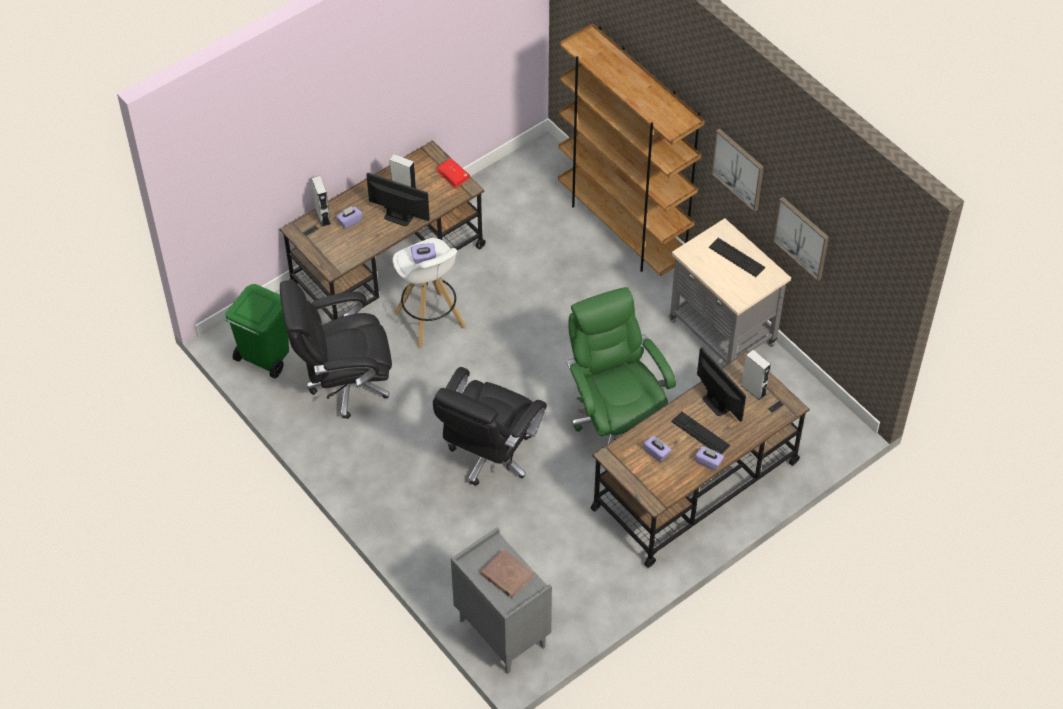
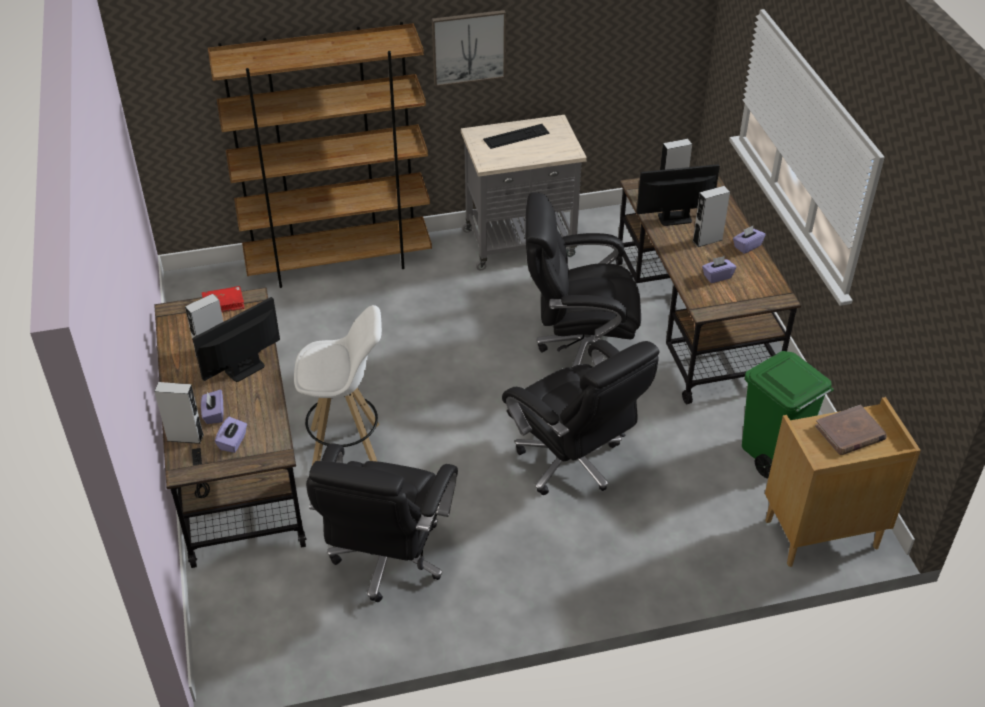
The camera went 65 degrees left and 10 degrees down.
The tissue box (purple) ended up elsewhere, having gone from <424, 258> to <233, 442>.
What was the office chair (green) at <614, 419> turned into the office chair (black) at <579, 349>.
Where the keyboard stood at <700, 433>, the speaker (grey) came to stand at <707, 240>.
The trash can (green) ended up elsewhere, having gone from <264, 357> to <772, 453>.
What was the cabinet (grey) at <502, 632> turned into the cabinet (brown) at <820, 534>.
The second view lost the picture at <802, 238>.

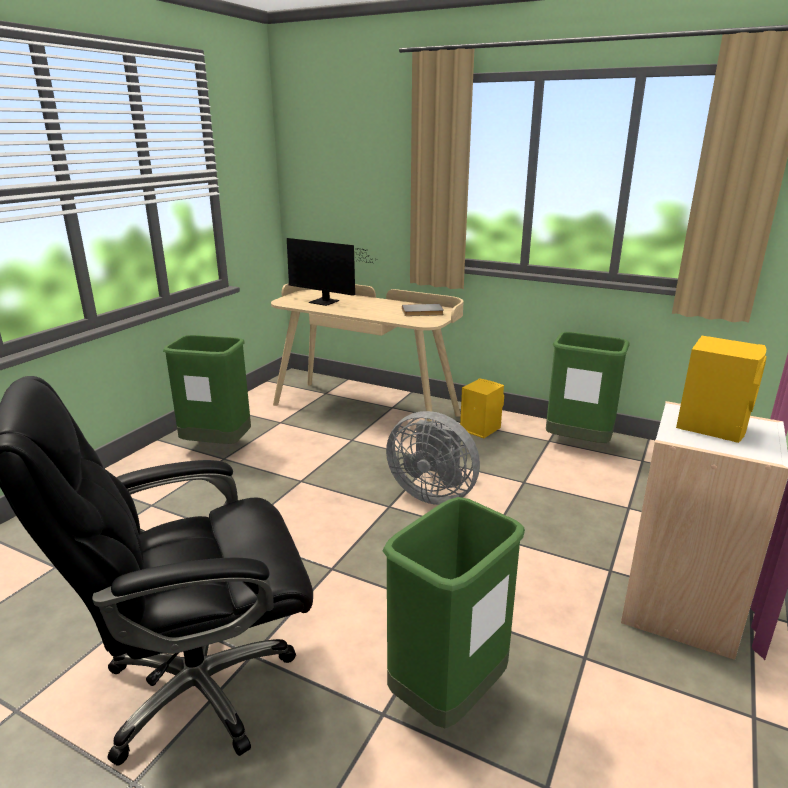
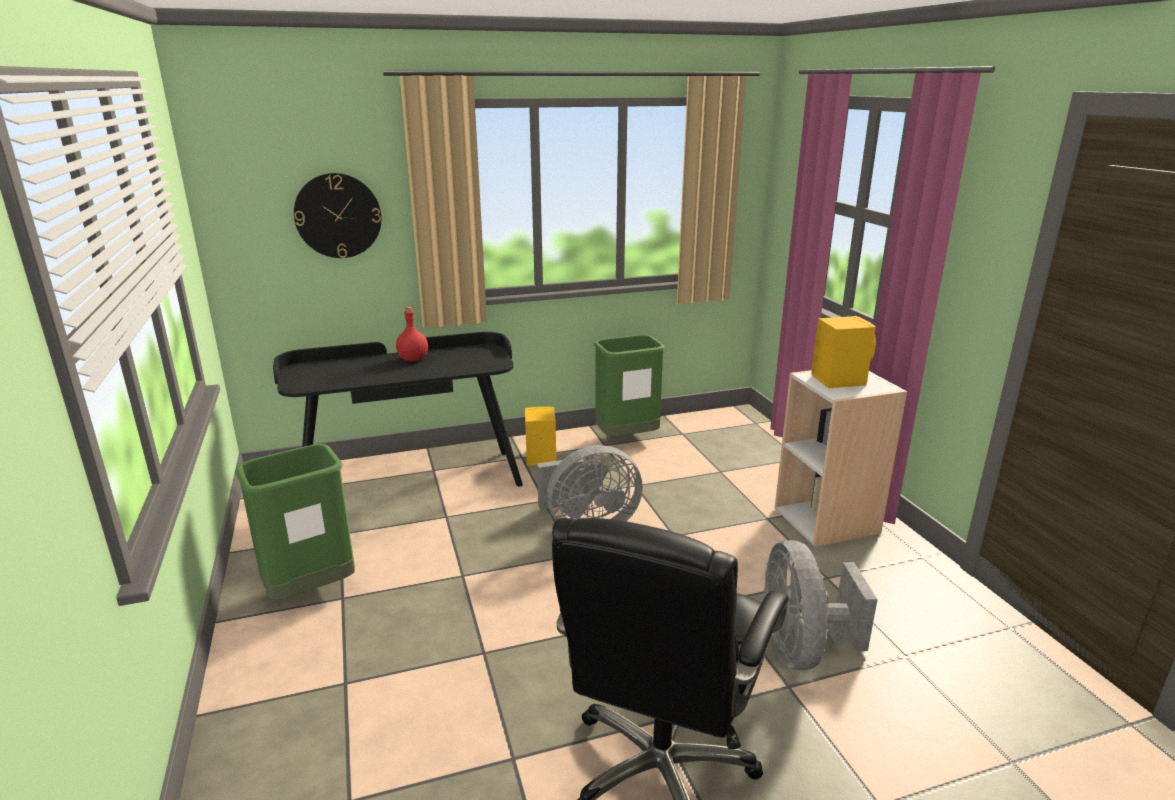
The camera went 45 degrees left and 0 degrees up.
What was the desk (beige) at <366, 409> turned into the desk (black) at <410, 482>.
The second view gained the wall clock at <338, 216>.
The second view gained the bottle (red) at <414, 359>.
Where the trash can (green) stood at <448, 696>, the fan (grey) came to stand at <802, 649>.
The second view lost the monitor at <326, 302>.
The second view lost the book (grey) at <422, 312>.

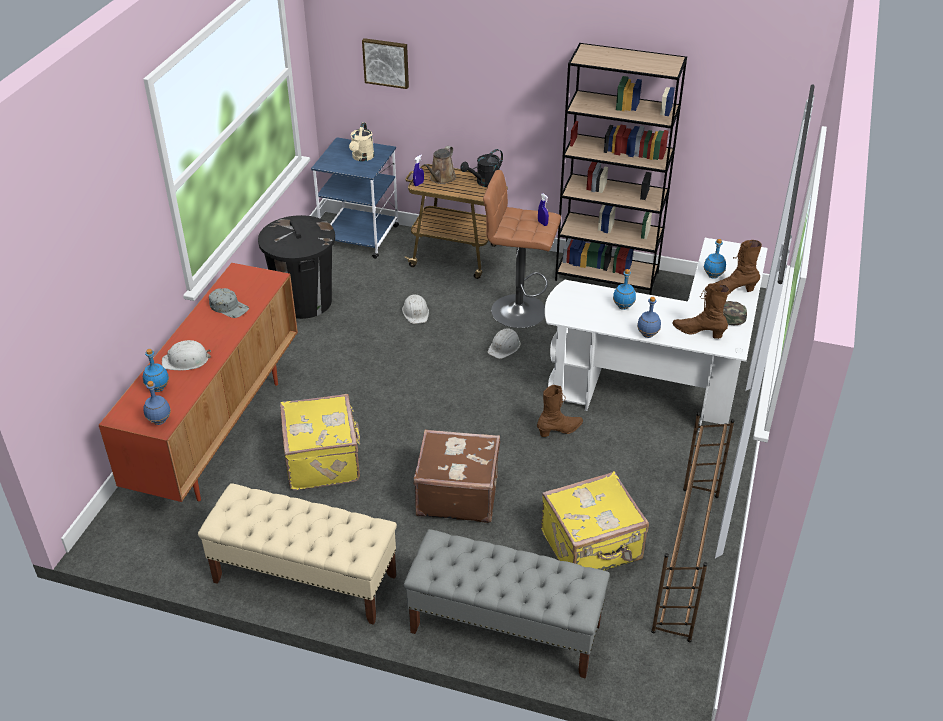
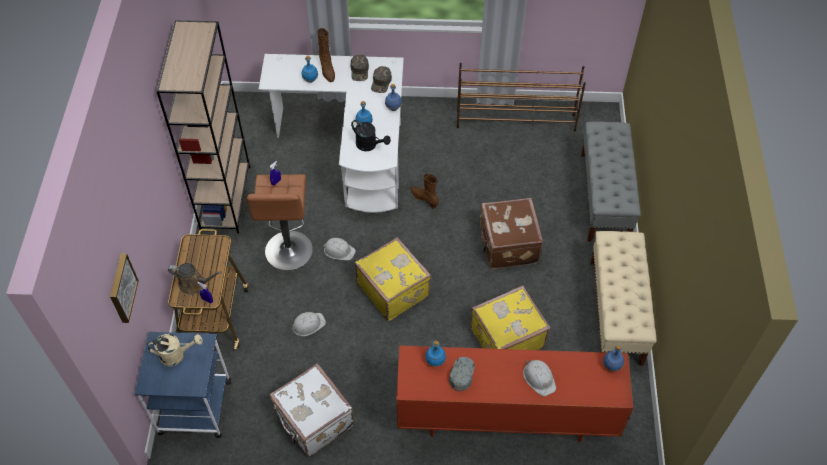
The camera went 105 degrees left and 15 degrees up.
Where the trash can (black) stood at <304, 302>, the suitcase (white) came to stand at <313, 421>.
The watering can (black) ended up elsewhere, having gone from <484, 183> to <369, 145>.
The suitcase (yellow) ended up elsewhere, having gone from <592, 547> to <394, 289>.
Where the boot (brown) stood at <698, 332>, the cap (green) came to stand at <381, 82>.
The bottle (blue) ended up elsewhere, having gone from <158, 388> to <435, 362>.

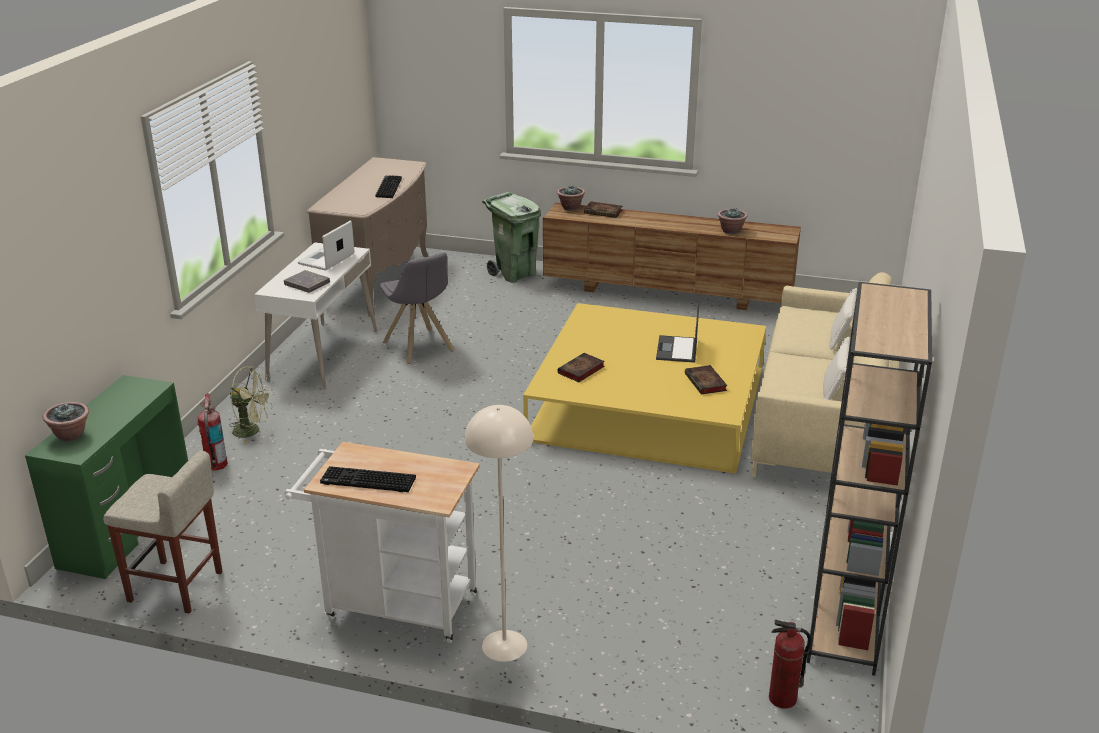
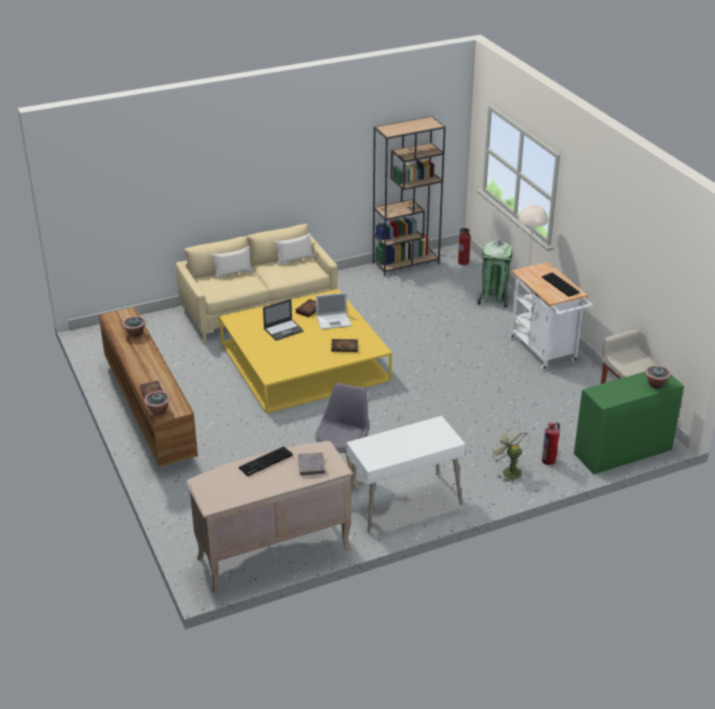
The camera went 130 degrees left and 5 degrees up.
The book (grey) ended up elsewhere, having gone from <307, 284> to <311, 466>.
The laptop ended up elsewhere, having gone from <326, 259> to <334, 321>.
The trash can (green) ended up elsewhere, having gone from <514, 274> to <493, 299>.

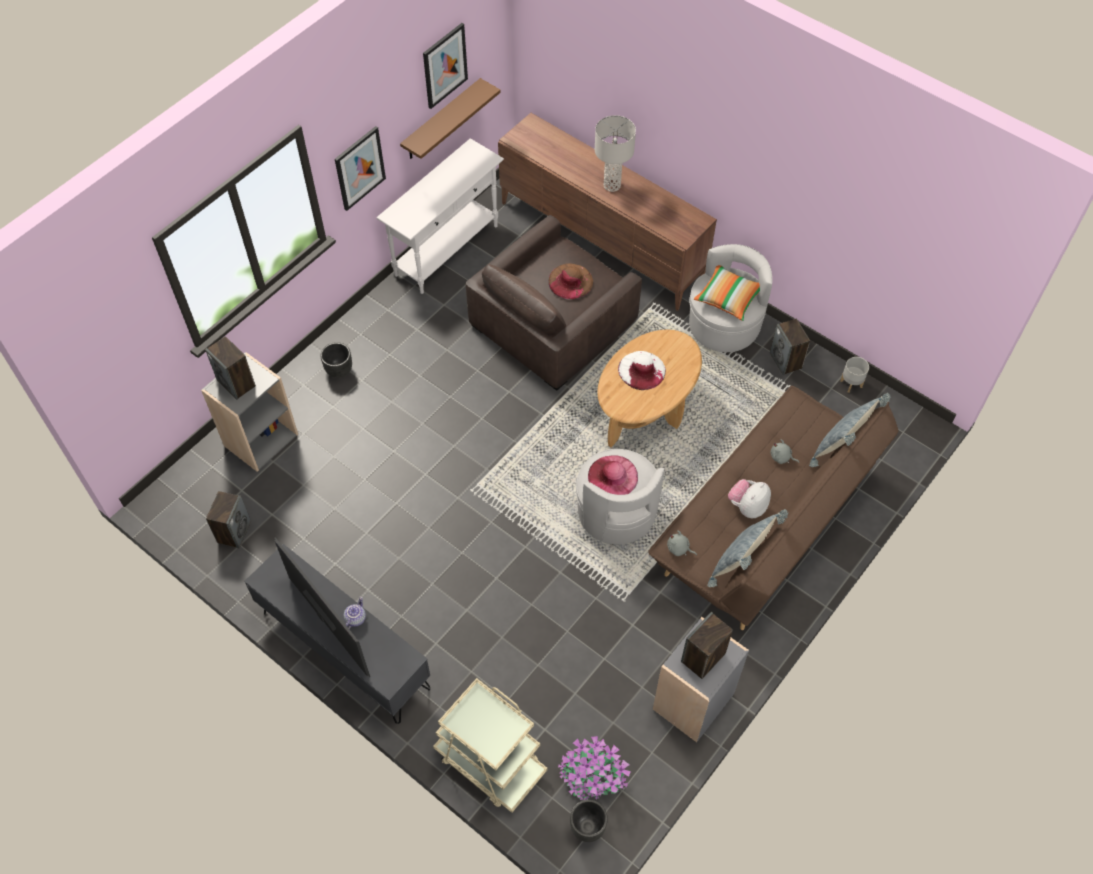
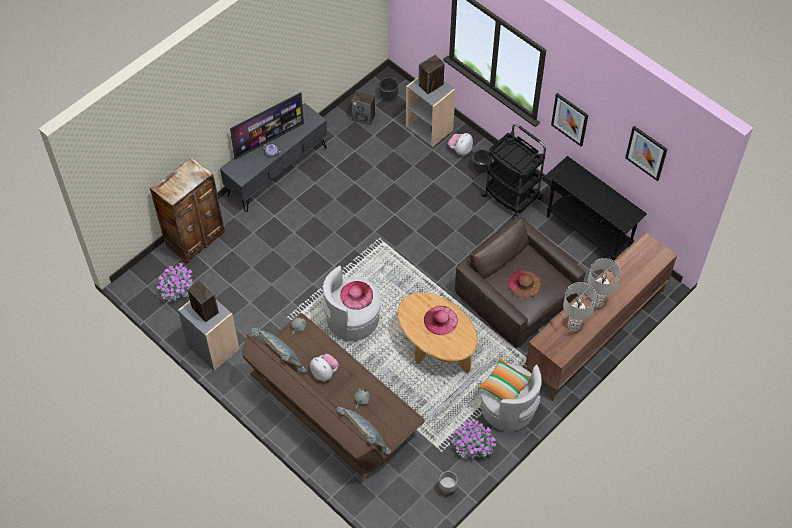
The camera went 95 degrees right and 0 degrees up.
Where the cart (beige) stood at <490, 762>, the cabinet (brown) came to stand at <196, 239>.
The planter (black) ended up elsewhere, having gone from <587, 827> to <388, 96>.
What was the hat (white) at <641, 370> turned into the hat (pink) at <440, 320>.
The second view gained the plush toy at <460, 150>.
Where the speaker stood at <786, 361>, the potted plant came to stand at <472, 446>.
The second view gained the cart (black) at <511, 197>.
What was the console table (white) at <447, 250> turned into the console table (black) at <588, 233>.
The second view gained the table lamp (white) at <574, 325>.
The second view lost the shelf (brown) at <441, 120>.

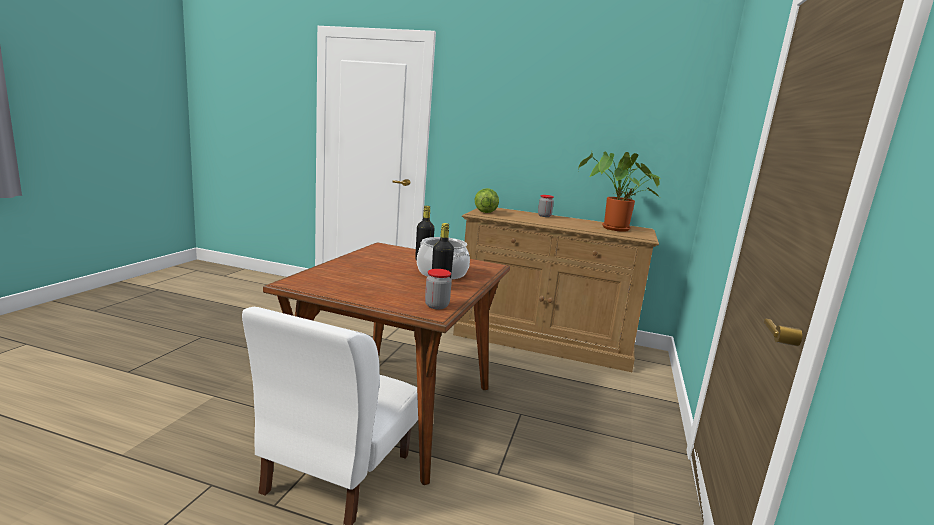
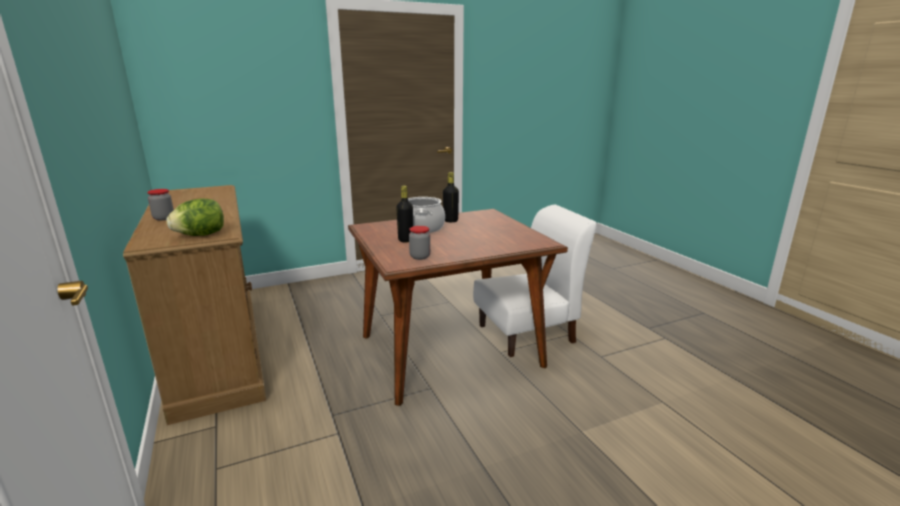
The camera went 130 degrees left and 5 degrees up.
The jar ended up elsewhere, having gone from <436, 306> to <420, 257>.
The second view lost the potted plant at <613, 229>.

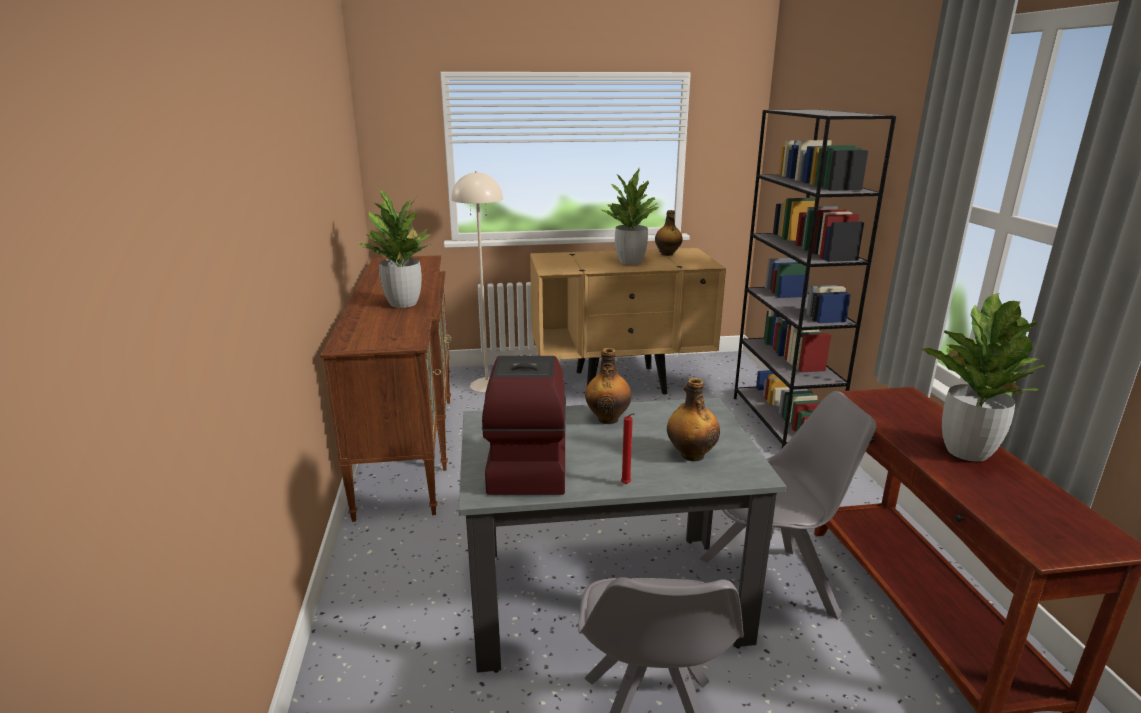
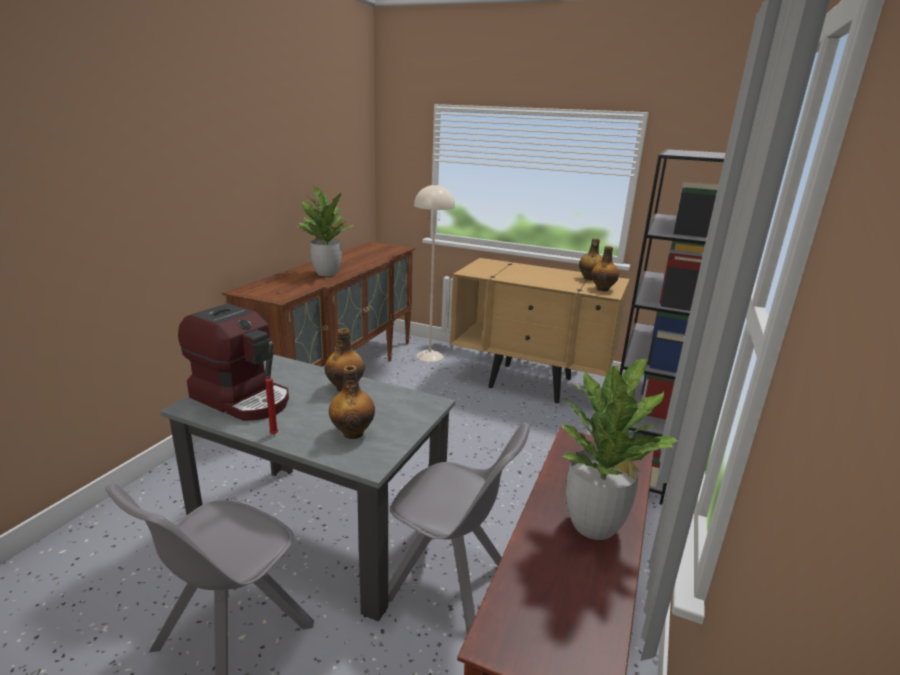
The camera went 30 degrees right and 0 degrees up.
The coffee machine at <527, 464> ended up facing another way, 90 degrees clockwise from before.
The second view gained the bottle at <603, 289>.
The second view lost the potted plant at <630, 262>.

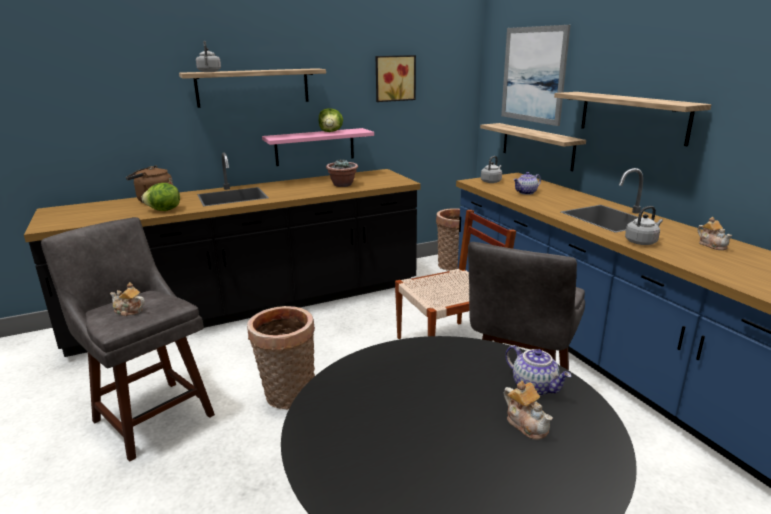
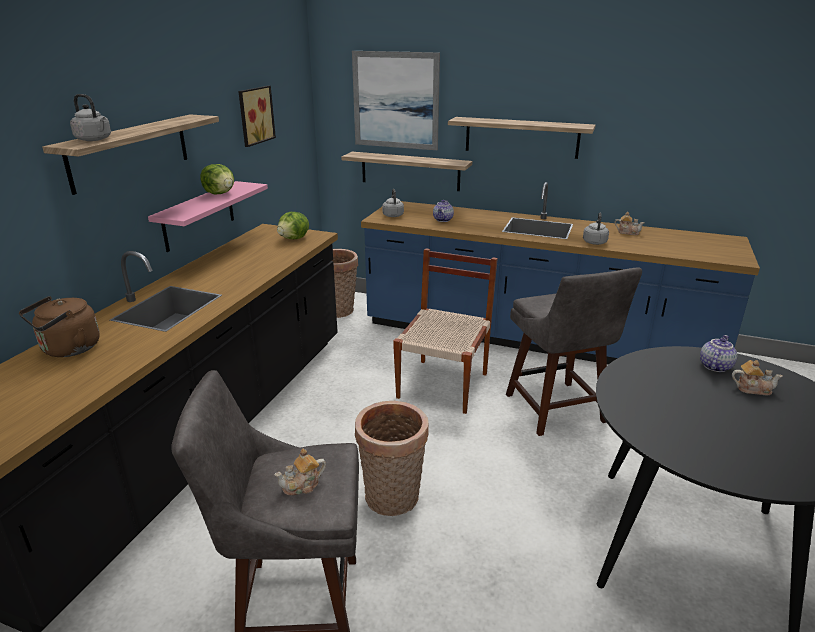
The camera went 45 degrees left and 5 degrees up.
The lettuce ended up elsewhere, having gone from <164, 210> to <294, 239>.
The teapot at <535, 387> ended up facing another way, 60 degrees counterclockwise from before.
The second view lost the potted plant at <343, 185>.

